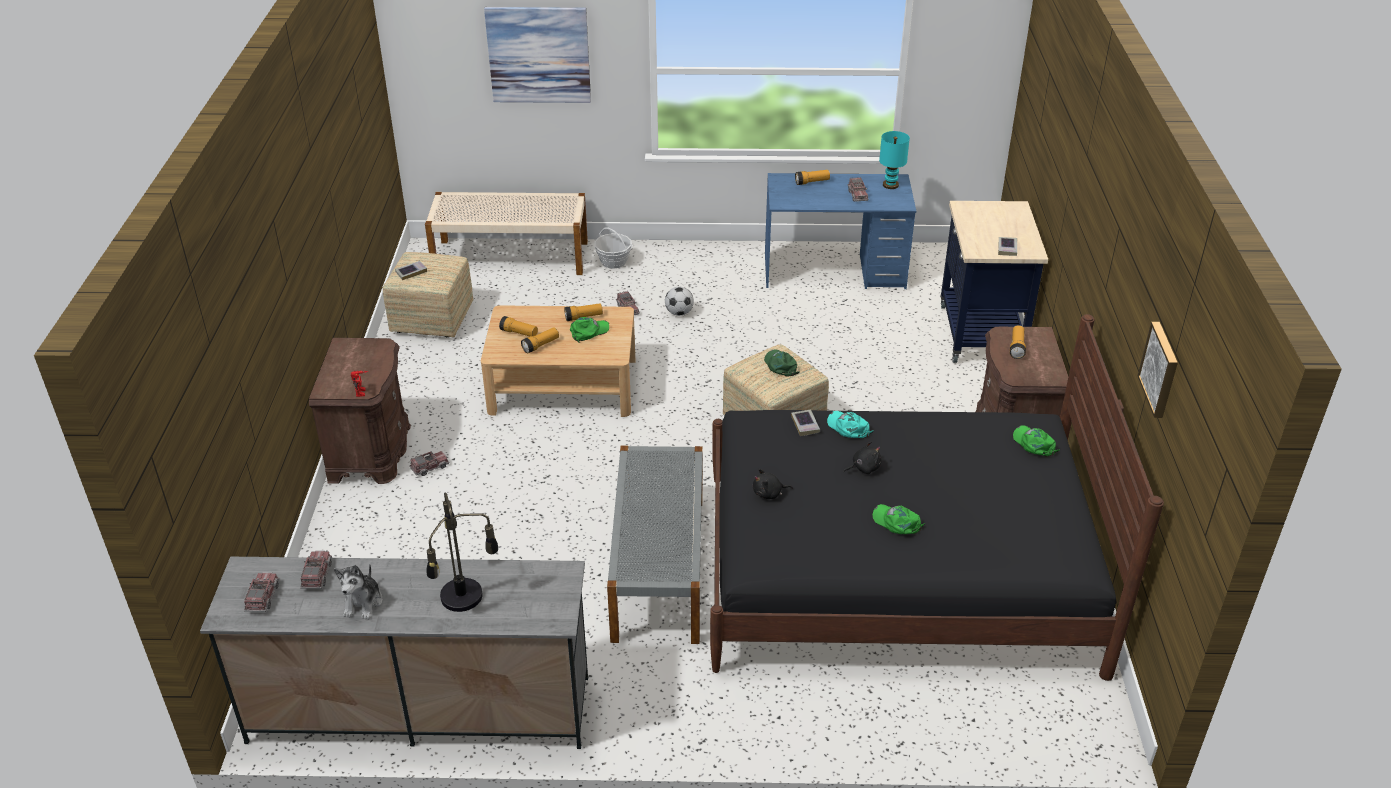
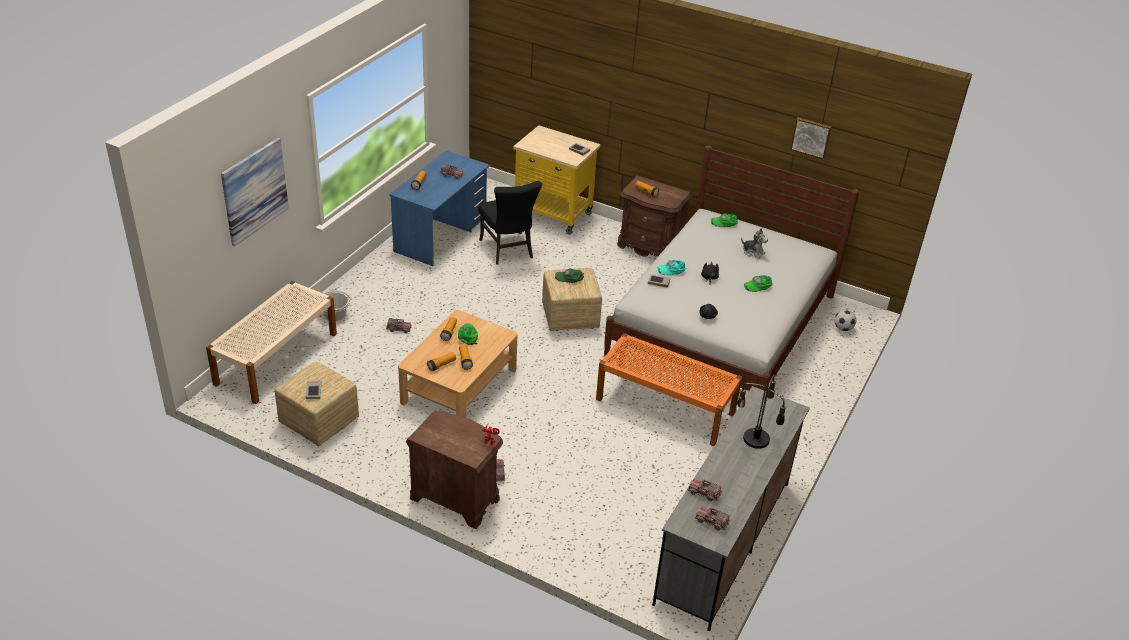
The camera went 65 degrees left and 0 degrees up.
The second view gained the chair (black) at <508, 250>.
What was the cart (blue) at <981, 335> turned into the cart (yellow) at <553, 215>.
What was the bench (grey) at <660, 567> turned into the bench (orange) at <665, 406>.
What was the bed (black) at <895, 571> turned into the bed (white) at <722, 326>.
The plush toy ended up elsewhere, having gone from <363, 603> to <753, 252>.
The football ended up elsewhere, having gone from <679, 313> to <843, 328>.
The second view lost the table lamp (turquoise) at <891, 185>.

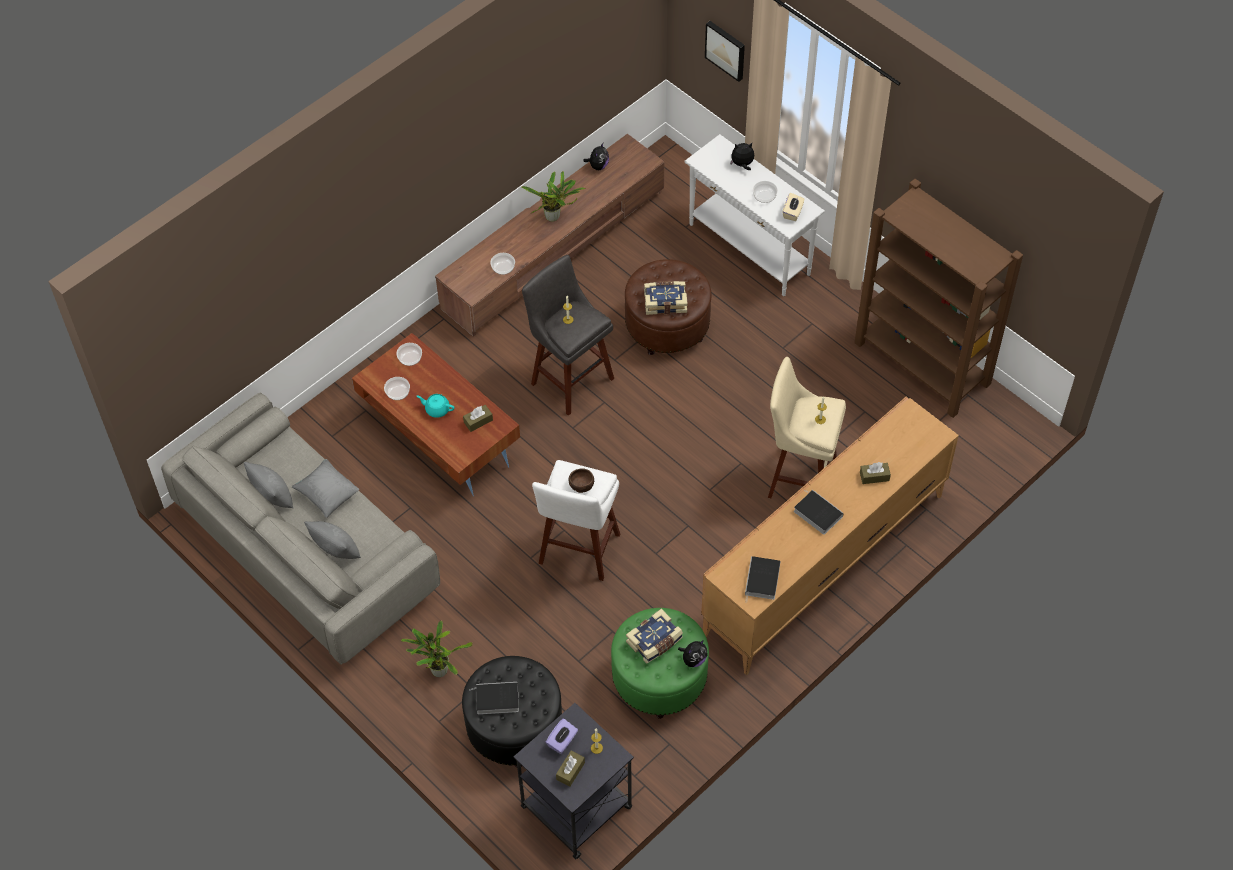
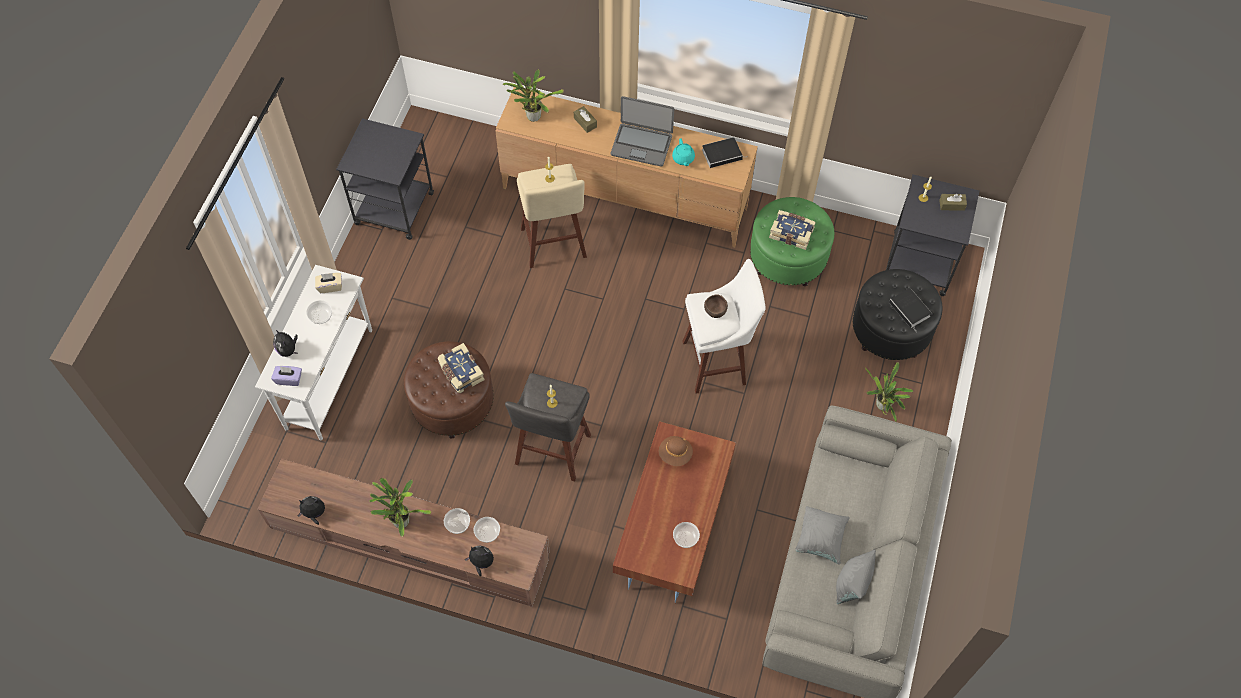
The camera went 120 degrees left and 5 degrees up.
The tissue box (purple) ended up elsewhere, having gone from <562, 741> to <289, 379>.
Where the bookcase (brown) stood at <922, 363>, the cart (black) came to stand at <394, 207>.
The bowl ended up elsewhere, having gone from <410, 359> to <458, 524>.
The plush toy ended up elsewhere, having gone from <693, 659> to <481, 563>.
The second view gained the potted plant at <532, 115>.
Where the book stood at <816, 513>, the laptop came to stand at <641, 144>.
Where the tissue box (brown) stood at <478, 421>, the hat (brown) came to stand at <675, 454>.
The teapot (turquoise) ended up elsewhere, having gone from <437, 409> to <683, 159>.
The second view lost the pillow (grey) at <336, 550>.
The second view lost the picture at <726, 49>.

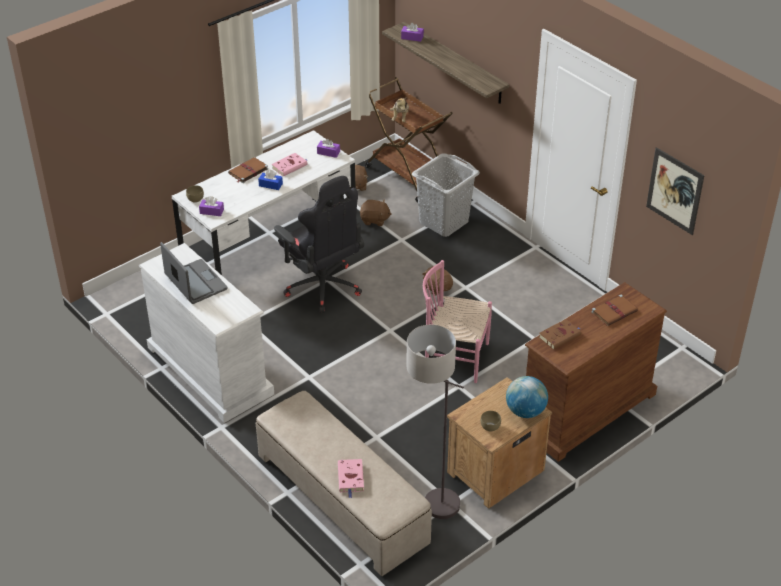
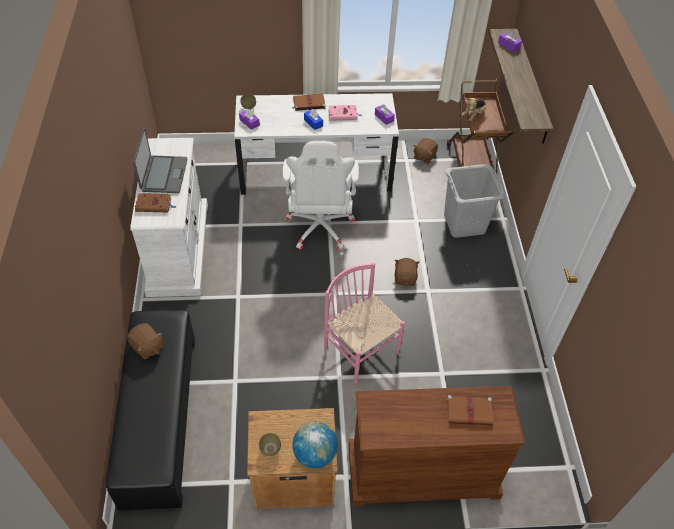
The camera went 35 degrees right and 10 degrees up.
What was the bench (beige) at <340, 498> turned into the bench (black) at <159, 416>.
The plush toy (brown) ended up elsewhere, having gone from <374, 220> to <147, 347>.
The book (brown) ended up elsewhere, having gone from <560, 336> to <155, 205>.
What was the office chair (black) at <322, 286> turned into the office chair (white) at <319, 226>.
The second view lost the book (pink) at <351, 478>.
The second view lost the floor lamp (grey) at <431, 501>.
The second view lost the picture at <674, 191>.

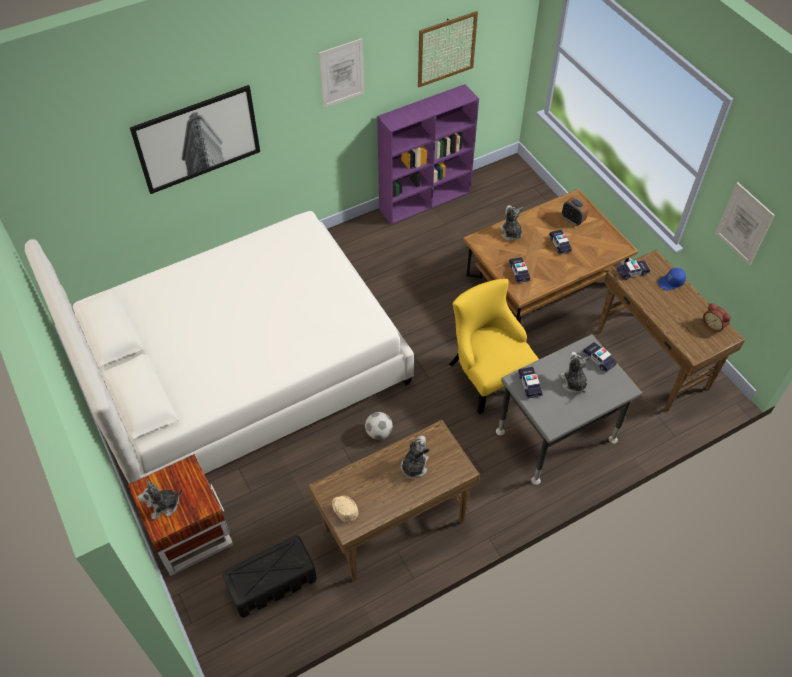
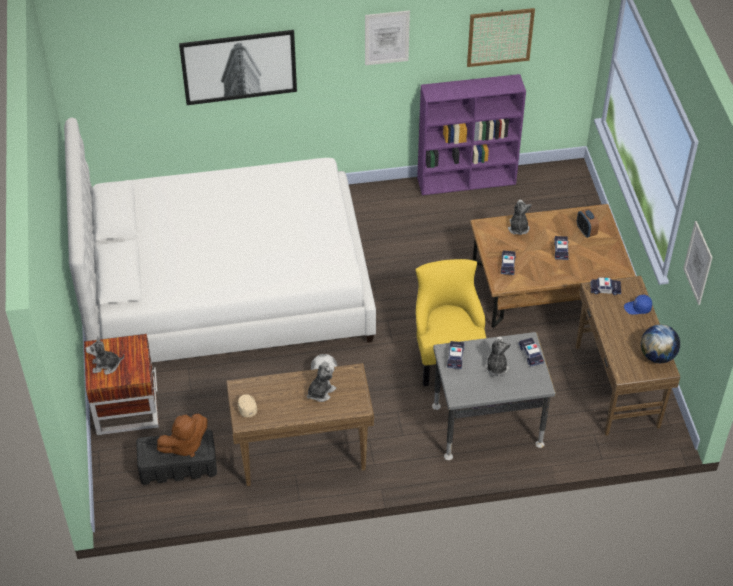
The camera went 20 degrees right and 5 degrees down.
The second view gained the plush toy (brown) at <184, 445>.
Where the alarm clock stood at <714, 325>, the globe came to stand at <657, 356>.

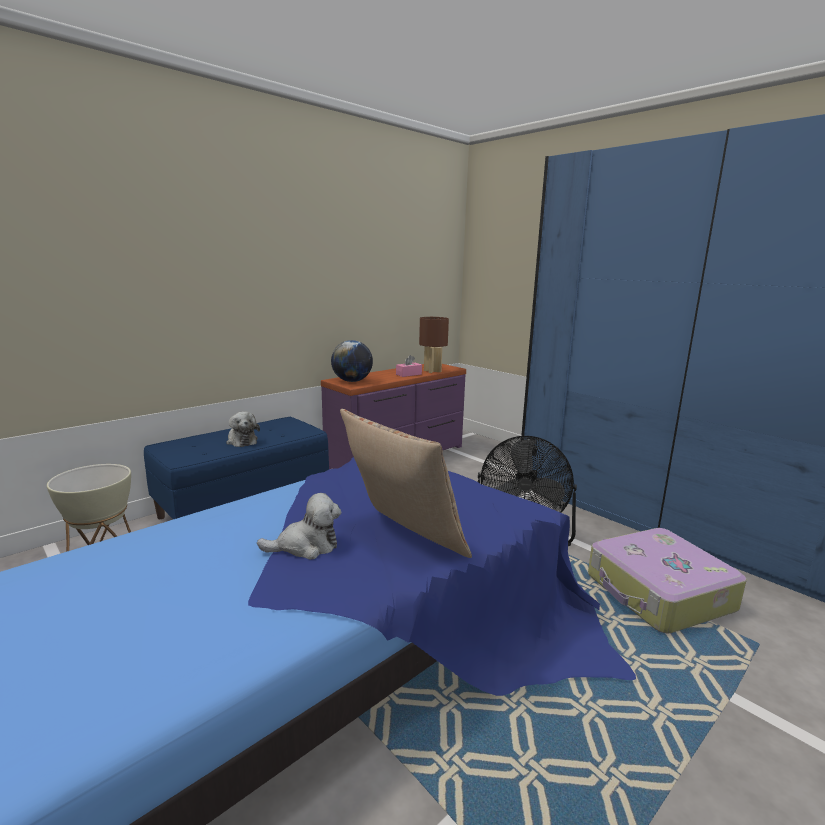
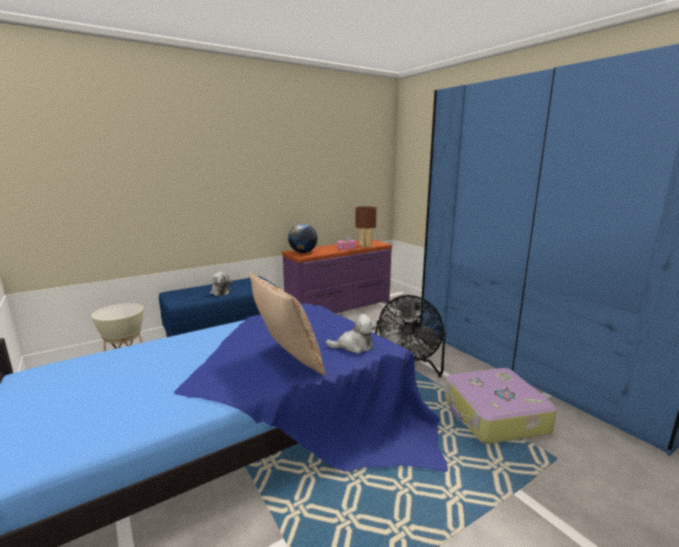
The camera went 10 degrees right and 0 degrees up.
The plush toy ended up elsewhere, having gone from <306, 546> to <354, 346>.

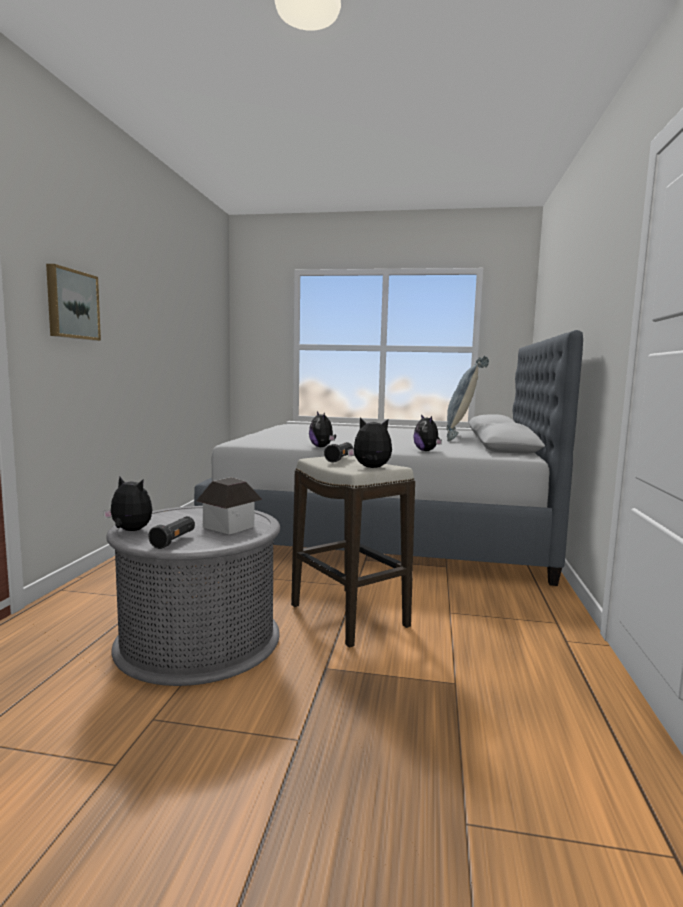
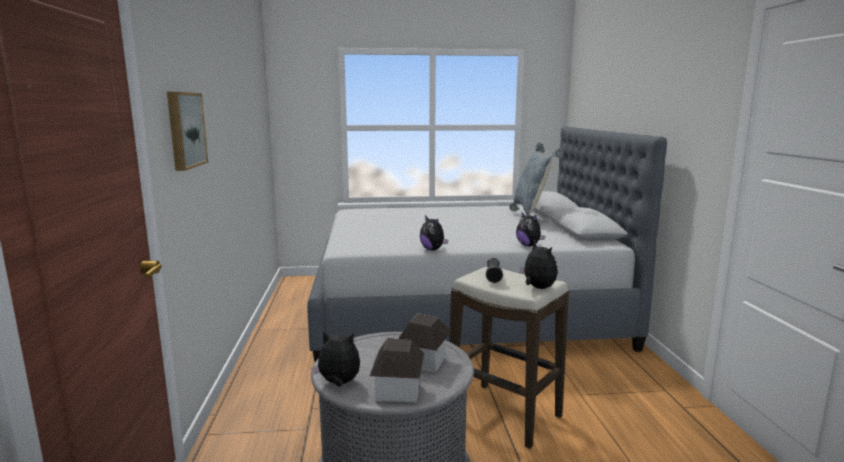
The camera went 15 degrees left and 5 degrees up.
Where the flashlight (black) stood at <174, 541>, the toy house came to stand at <398, 390>.
The plush toy at <371, 468> ended up facing another way, 60 degrees clockwise from before.

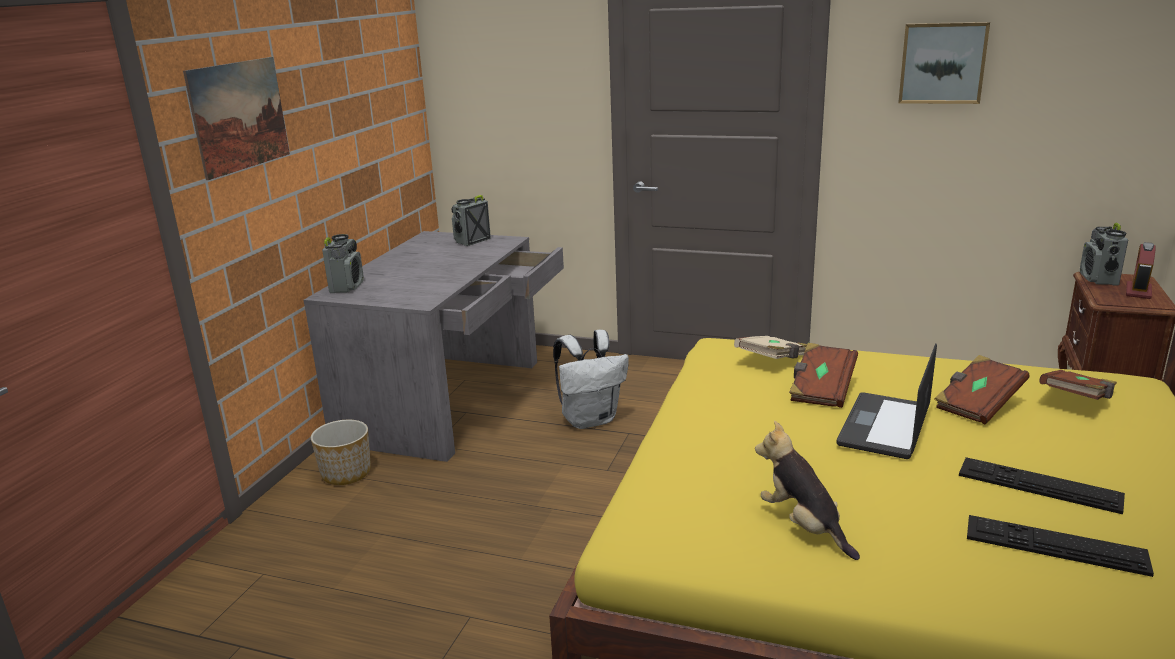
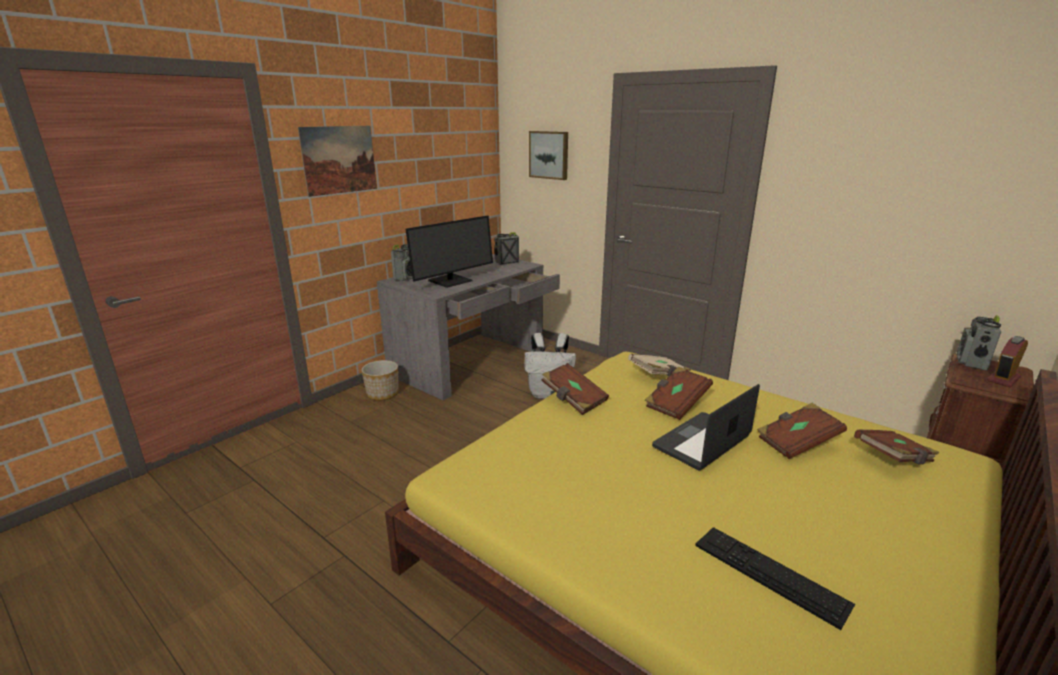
The camera went 20 degrees right and 0 degrees up.
The second view gained the monitor at <451, 281>.
The picture ended up elsewhere, having gone from <942, 63> to <549, 155>.
The second view gained the book (brown) at <573, 399>.
The second view lost the plush toy at <803, 526>.
The second view lost the keyboard at <1039, 484>.

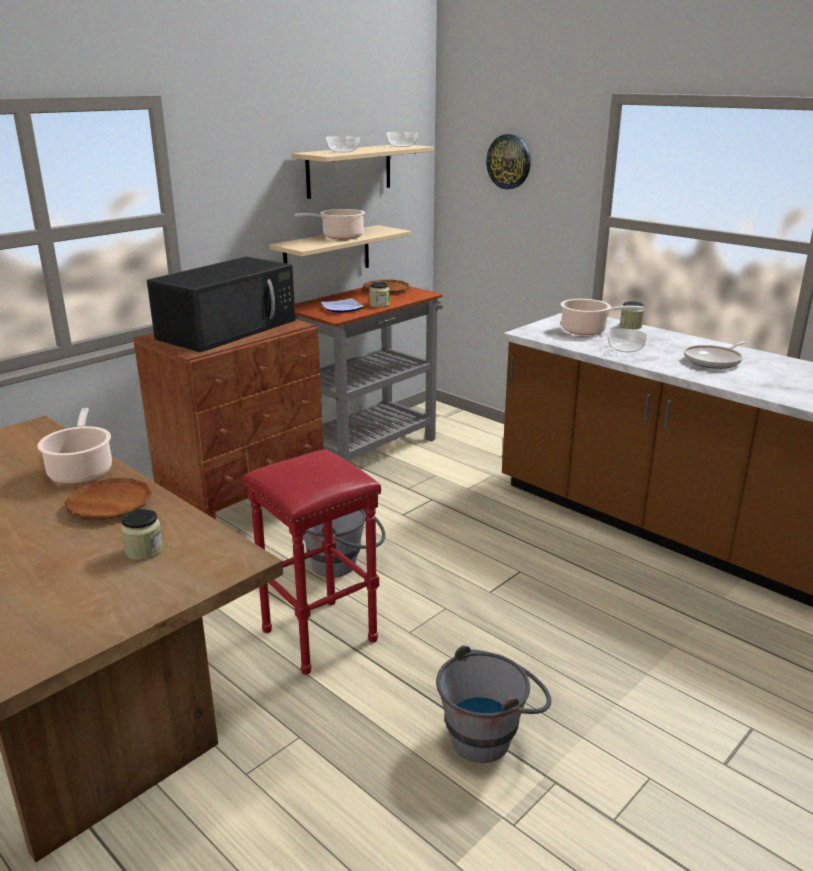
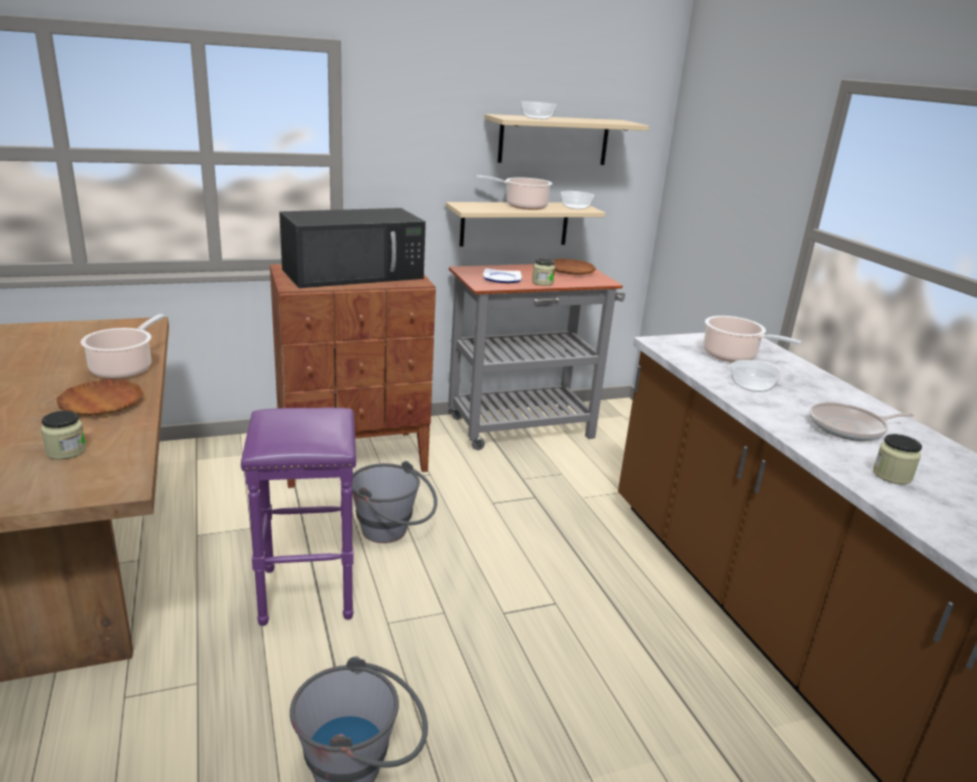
The camera went 25 degrees right and 0 degrees up.
What was the stool (red) at <322, 635> turned into the stool (purple) at <309, 593>.
The bowl ended up elsewhere, having gone from <402, 146> to <575, 207>.
The jar ended up elsewhere, having gone from <630, 326> to <892, 475>.
The second view lost the wall clock at <509, 161>.

